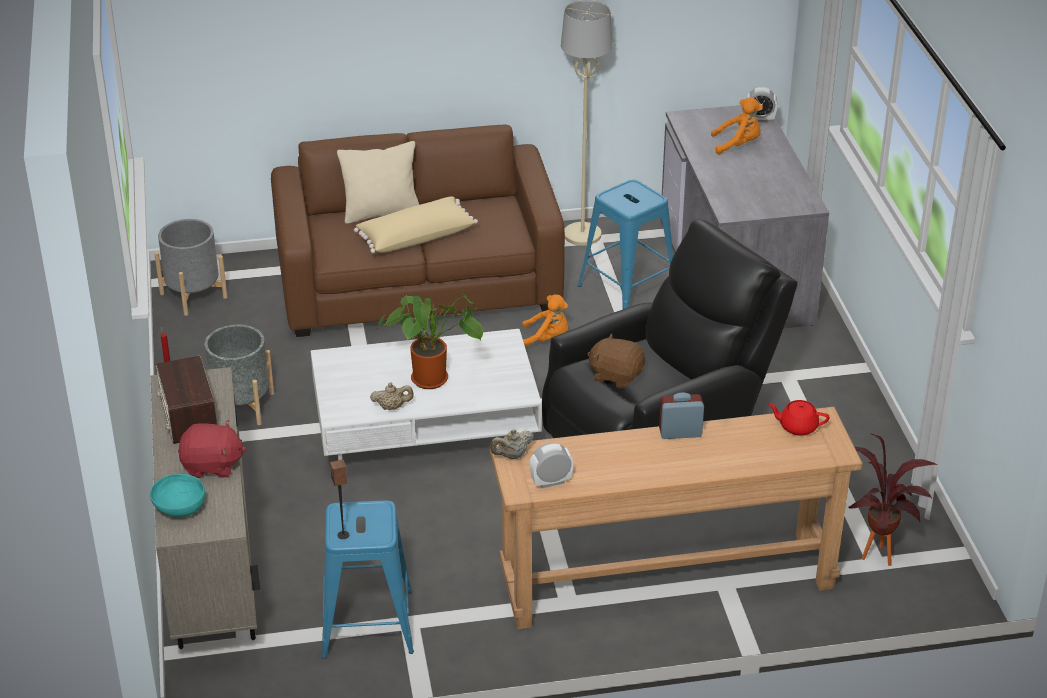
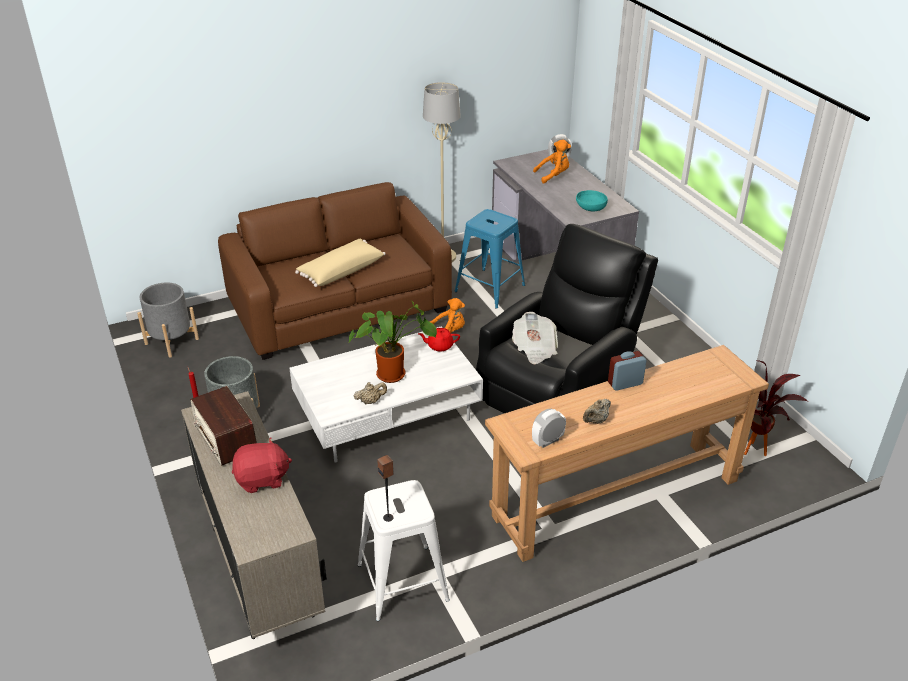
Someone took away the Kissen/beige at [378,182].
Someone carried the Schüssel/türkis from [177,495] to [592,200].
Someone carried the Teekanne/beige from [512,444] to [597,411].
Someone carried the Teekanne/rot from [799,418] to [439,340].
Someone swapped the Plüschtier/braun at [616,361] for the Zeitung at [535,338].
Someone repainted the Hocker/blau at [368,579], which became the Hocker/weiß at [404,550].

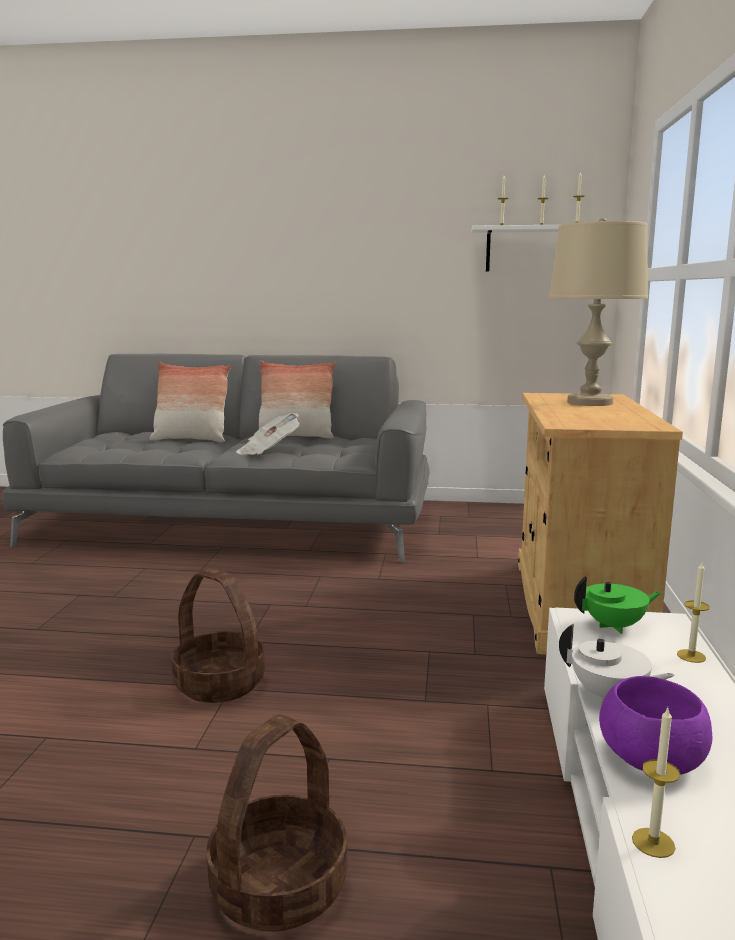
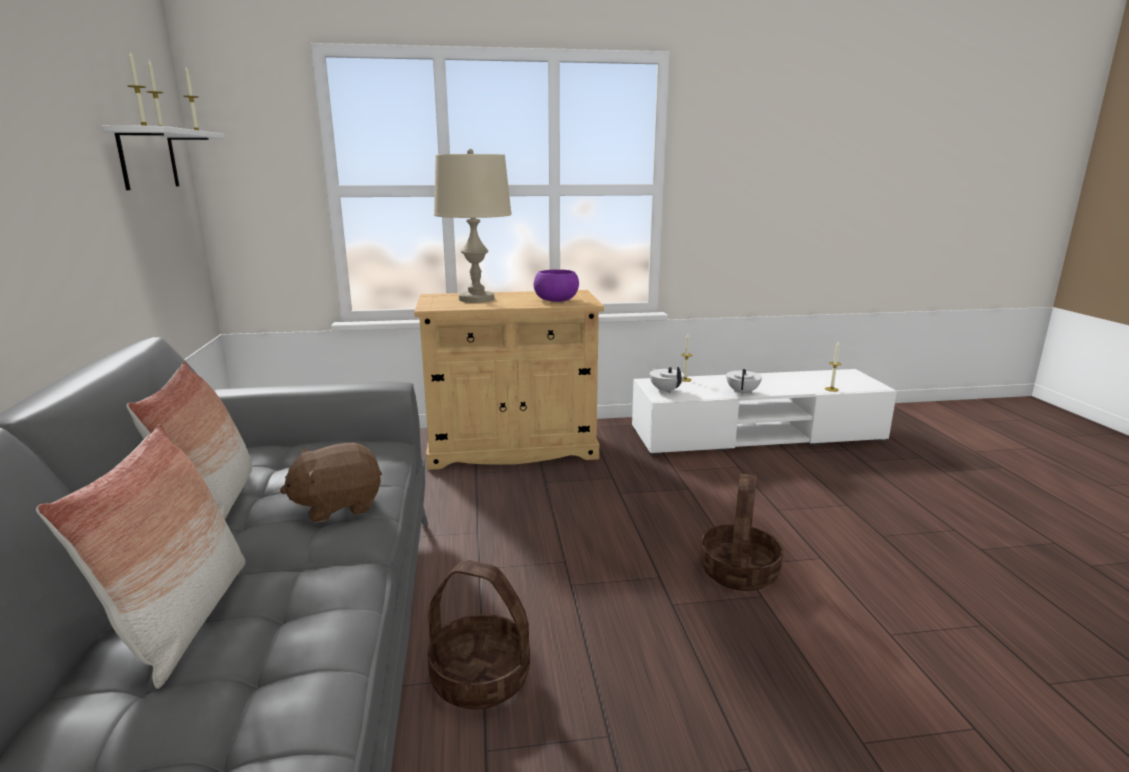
Someone carried the Korb from [276,823] to [479,634].
Someone carried the Schüssel/lila from [656,725] to [556,286].
Someone swapped the Zeitung at [268,434] for the Plüschtier/braun at [331,483].
Someone repainted the Teekanne/grün at [618,605], which became the Teekanne/weiß at [667,380].

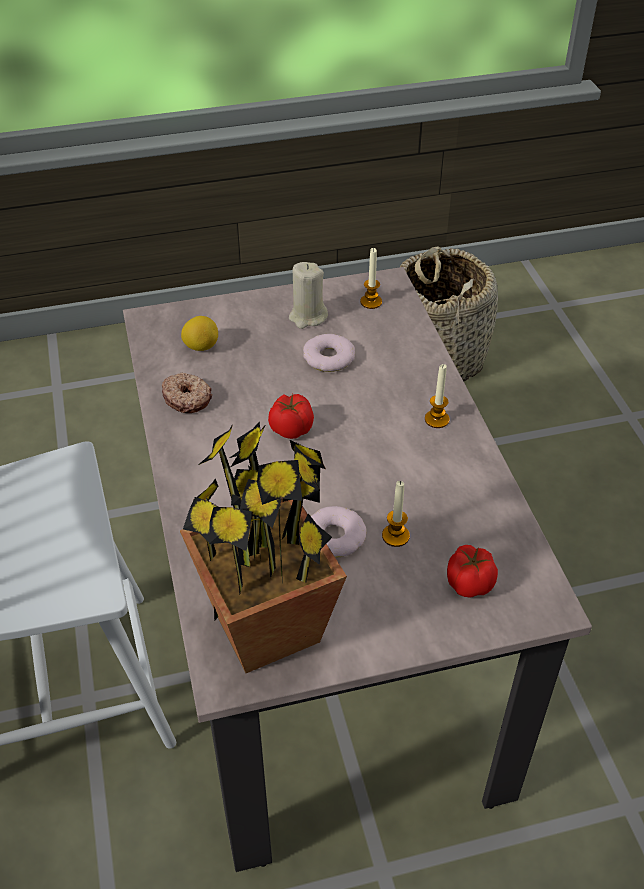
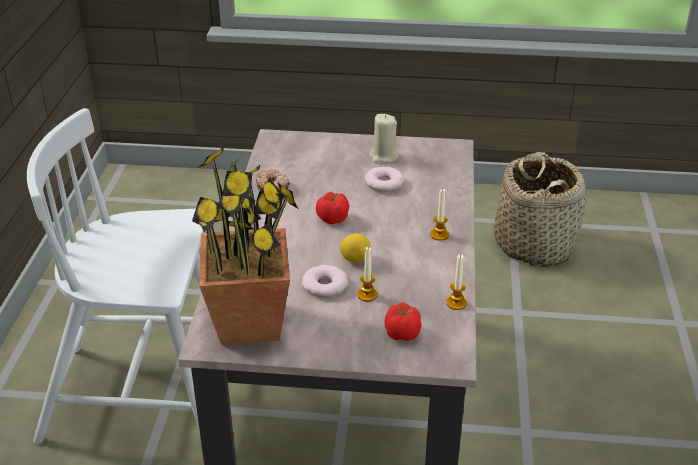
Someone carried the Zitrone from [199,333] to [355,247].
Someone carried the Kerze from [371,278] to [456,282].

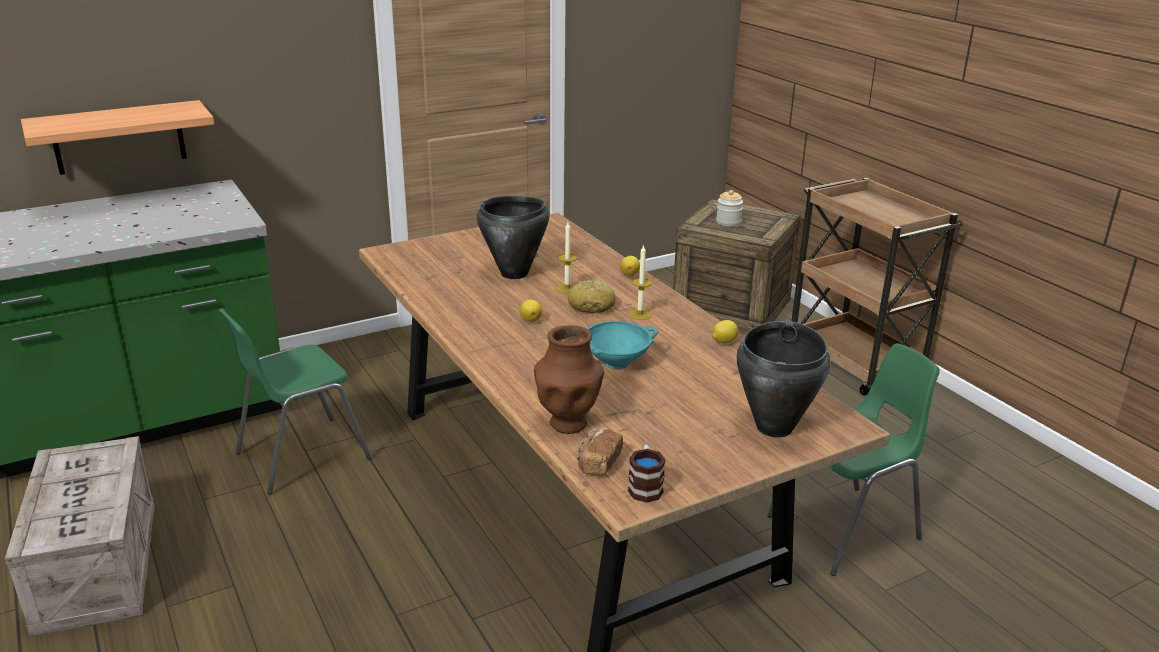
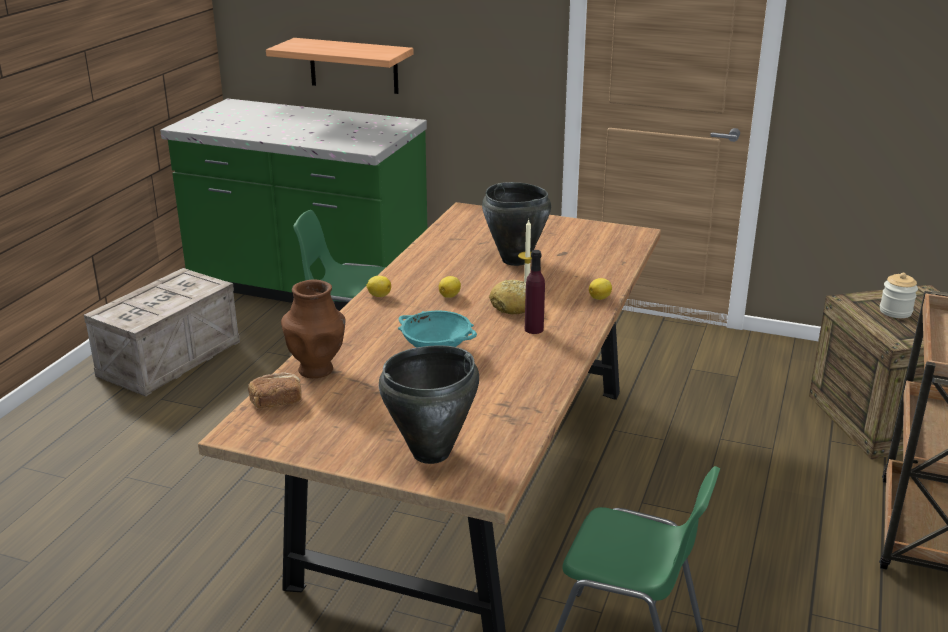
Someone took away the Henkelbecher at [647,474].
Someone carried the Zitrone from [725,332] to [378,286].
Someone swapped the Kerze at [640,282] for the Flasche/lila at [535,292].

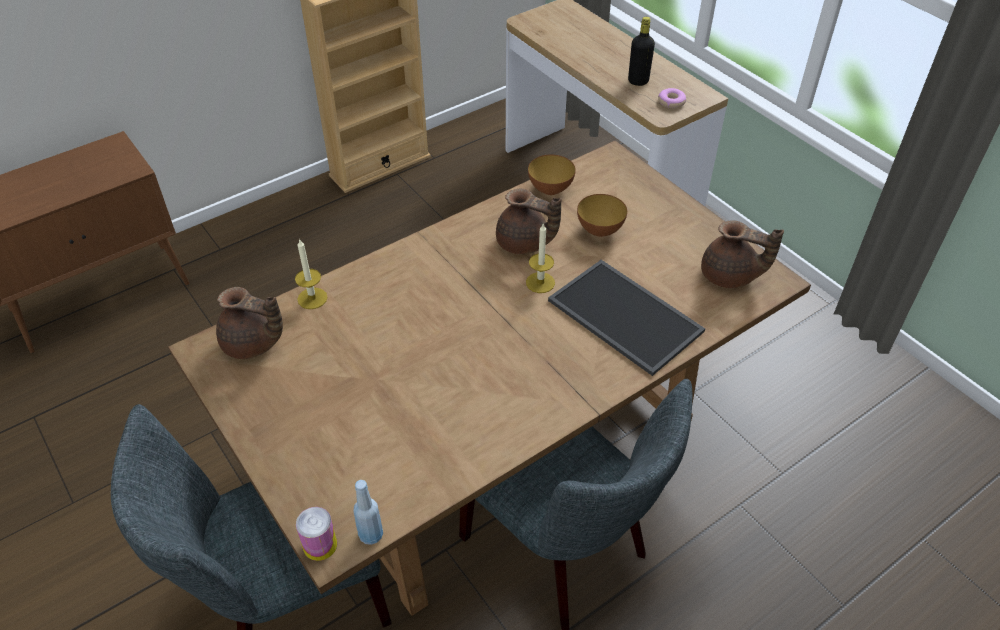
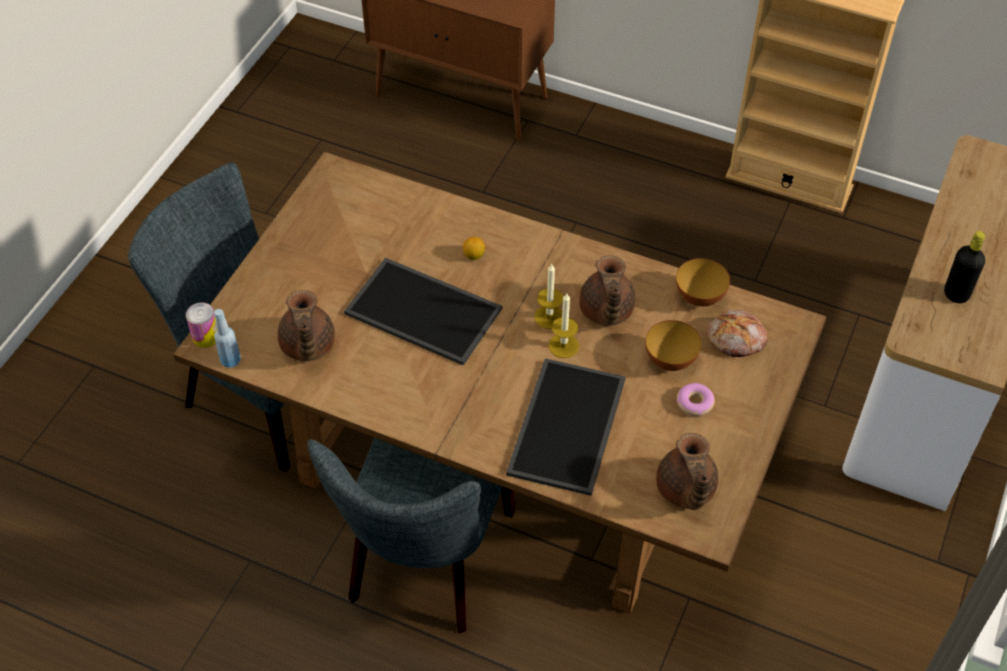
Someone put down the Tablett at [423,311].
Someone put down the Zitrone at [474,248].
Someone put down the Brot at [737,333].
Someone carried the Teekanne/braun from [249,323] to [306,325].
Someone carried the Kerze from [311,274] to [548,296].
Someone carried the Donut from [672,98] to [696,399].

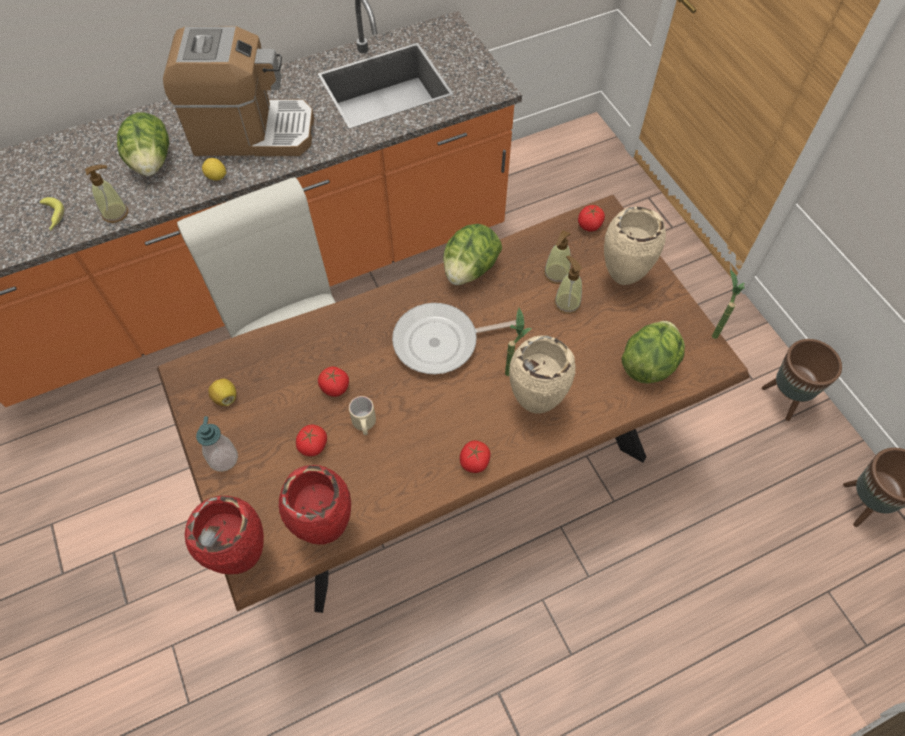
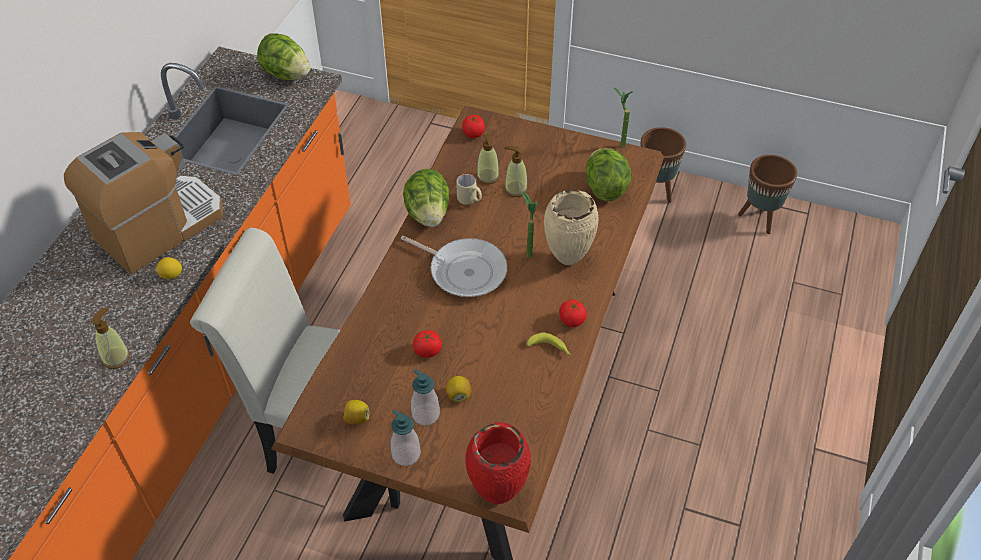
Someone took away the Vase/rot at [314,505].
Someone took away the Vase/beige at [635,246].
Someone put down the Seifenspender at [425,397].
Someone carried the Banane from [52,214] to [549,344].
Someone carried the Salatkopf from [143,144] to [283,56].
Someone carried the Henkelbecher/beige from [362,415] to [469,189].
Someone swapped the Tomate at [311,440] for the Zitrone at [458,389].
Someone rotated the Pfanne at [454,338] by 90 degrees counterclockwise.

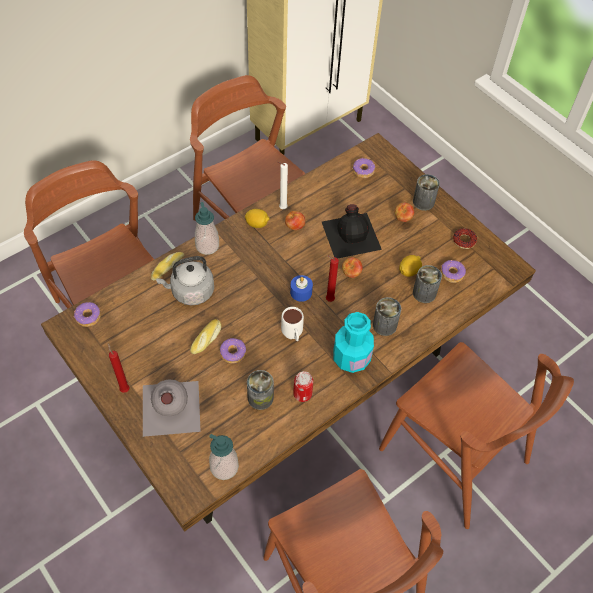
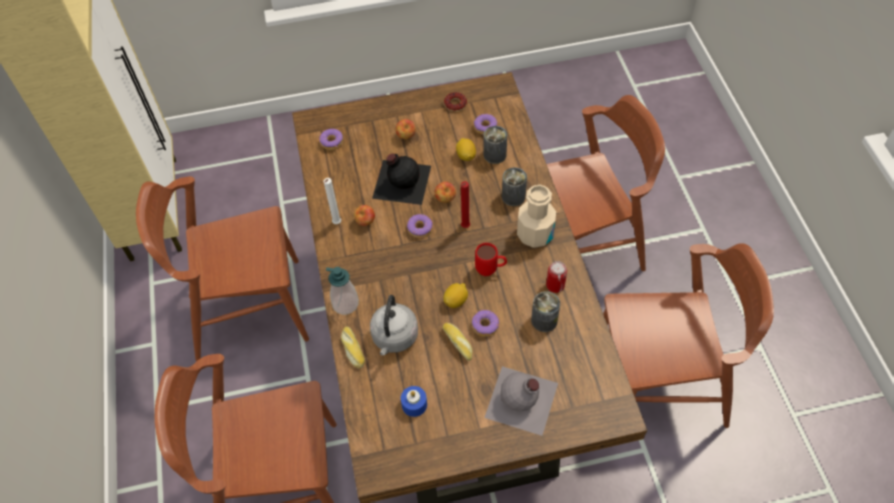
Someone took away the Kerze/rot at [119,368].
Someone took away the Seifenspender at [224,457].
Someone took away the Dose at [426,192].
Someone carried the Donut from [87,314] to [420,226].
Someone carried the Zitrone from [257,218] to [456,295].
Someone carried the Kerze/blau from [301,288] to [414,401].
Someone repainted the Henkelbecher/weiß at [292,324], which became the Henkelbecher/rot at [491,259].
Someone repainted the Flasche/türkis at [353,342], which became the Flasche/beige at [536,216].

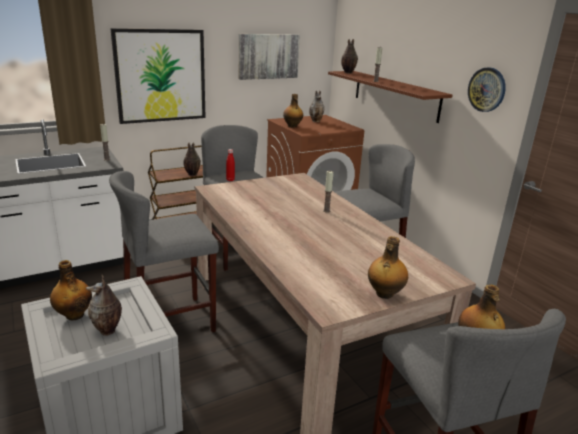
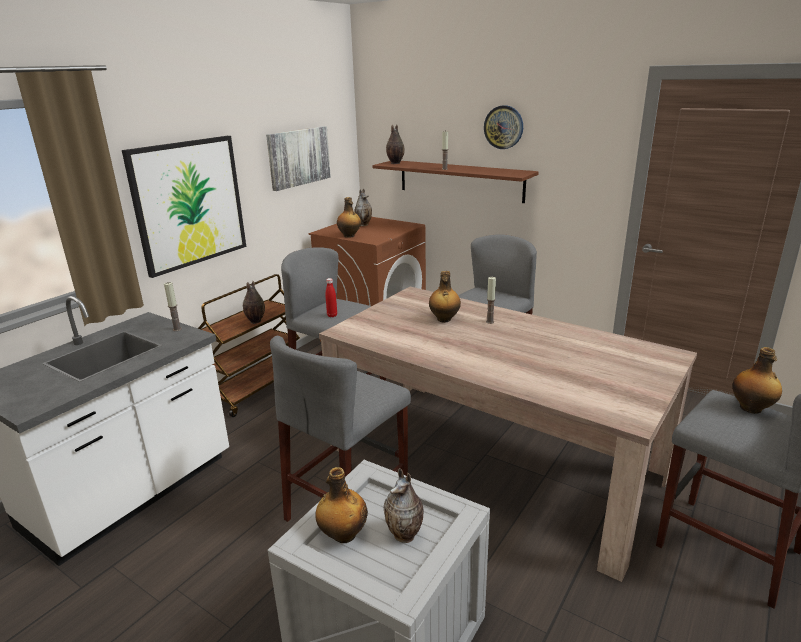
Someone carried the Flasche from [388,267] to [445,297].
Someone carried the Wanduhr from [487,89] to [503,127].

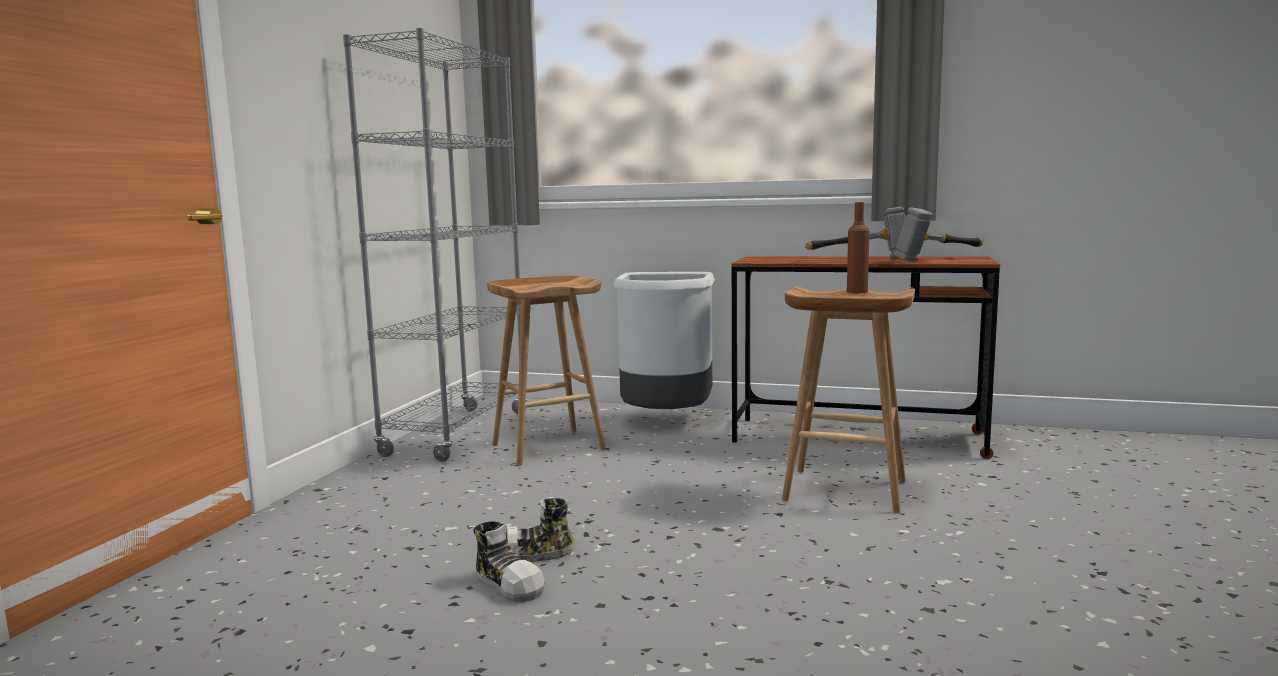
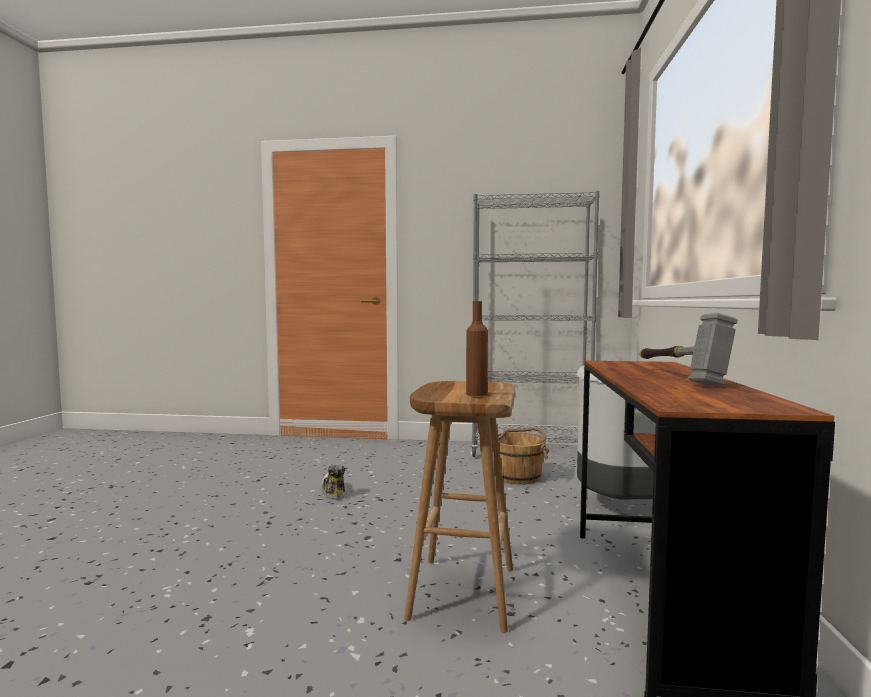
Someone took away the Schuh at [509,561].
Someone took away the Hammer at [939,234].
Someone swapped the Hocker/braun at [546,371] for the Eimer/braun at [523,455].

